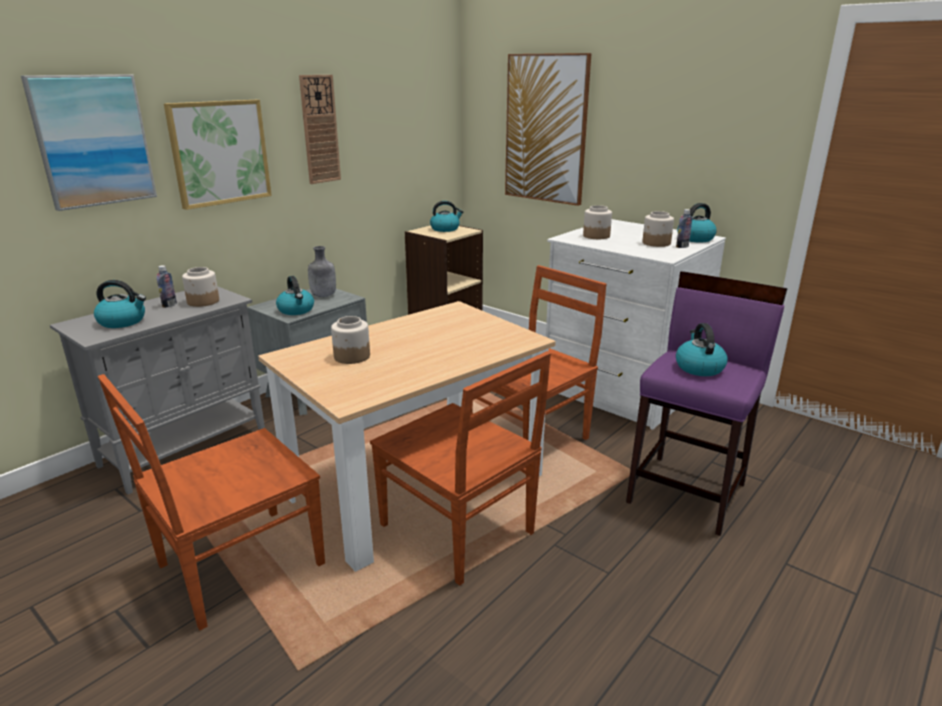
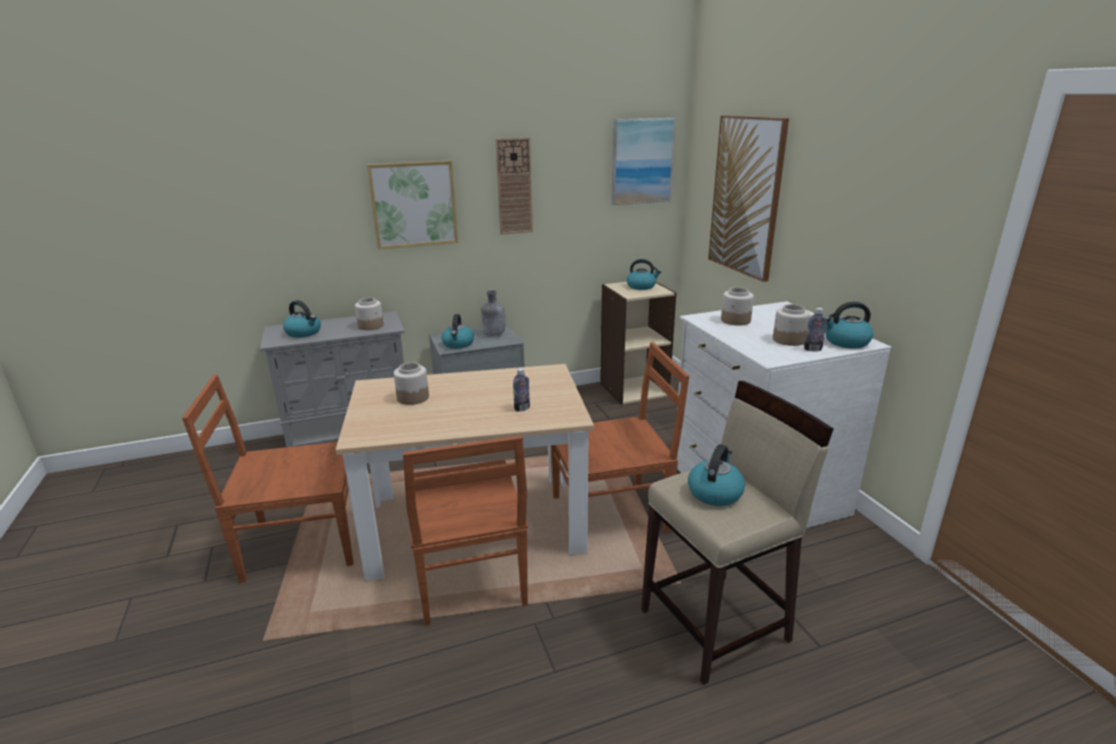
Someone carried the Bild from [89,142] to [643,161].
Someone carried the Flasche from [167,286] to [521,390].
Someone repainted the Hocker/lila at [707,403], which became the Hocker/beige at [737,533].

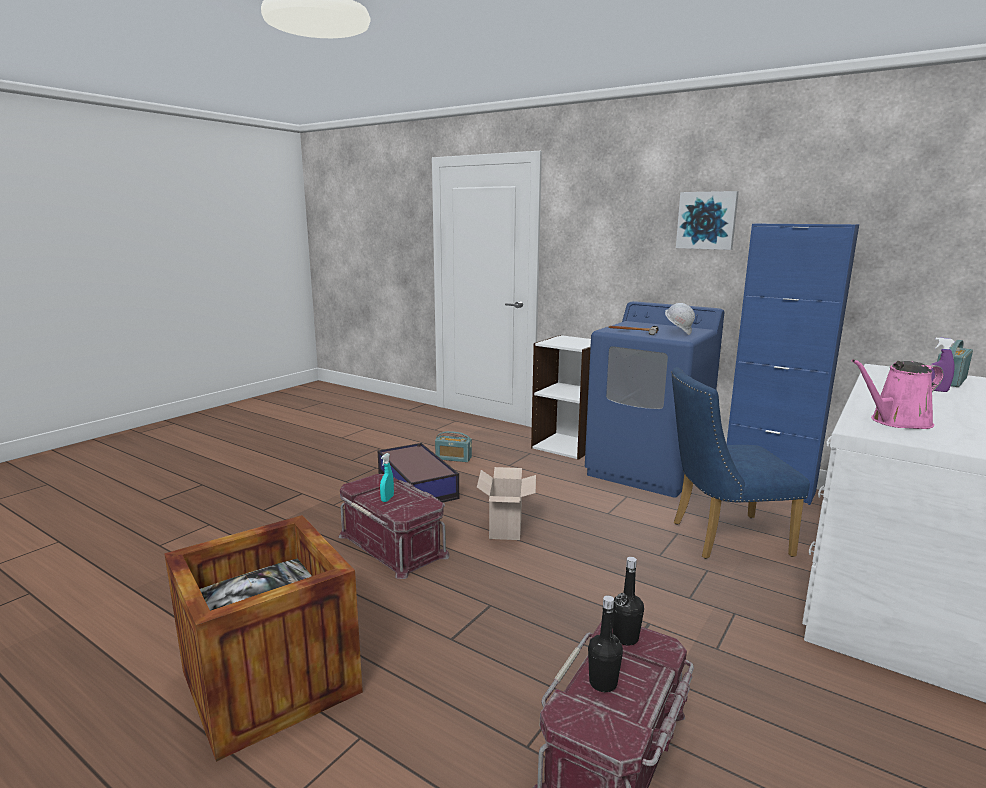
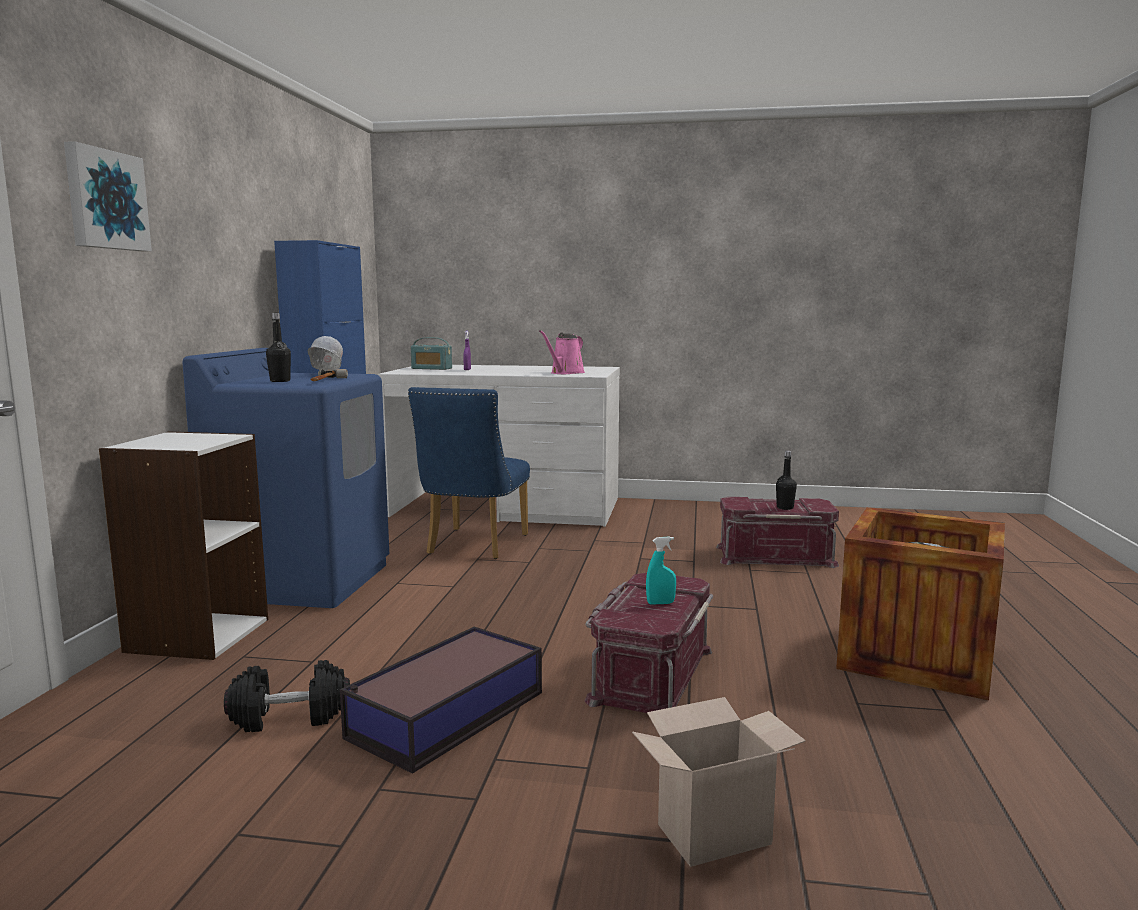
Someone carried the Karton from [506,503] to [719,782].
Someone carried the Flasche/schwarz from [628,601] to [278,347].
Someone carried the Bild from [707,220] to [108,196].
Someone swapped the Radio at [453,446] for the Hantel/schwarz at [287,696].
Someone rotated the Stuhl/blau at [740,463] by 45 degrees clockwise.
Someone rotated the Gießkanne/rosa at [898,394] by 75 degrees clockwise.

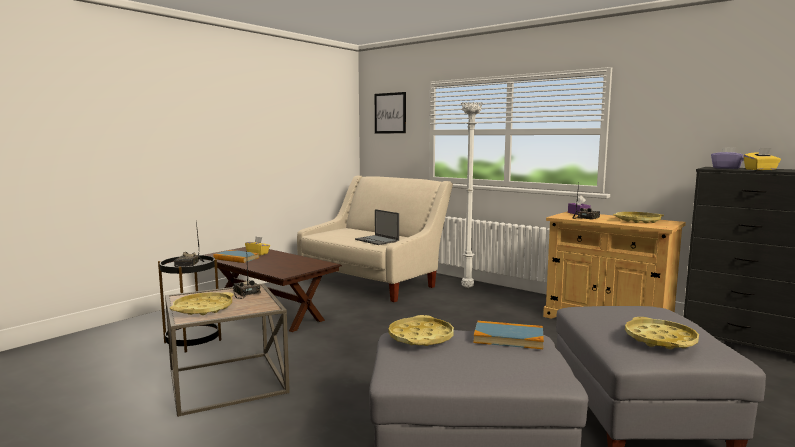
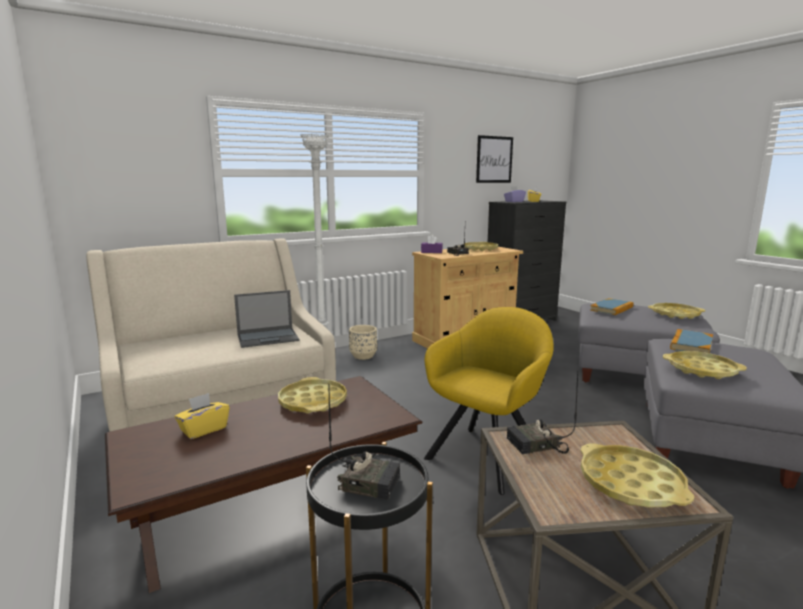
Someone put down the Tablett/gelb at [312,395].
Someone put down the Pflanzkübel/beige at [363,342].
Someone put down the Sessel/gelb at [489,401].
Someone carried the Buch from [236,256] to [611,306].
Someone carried the Bild from [390,112] to [494,159].

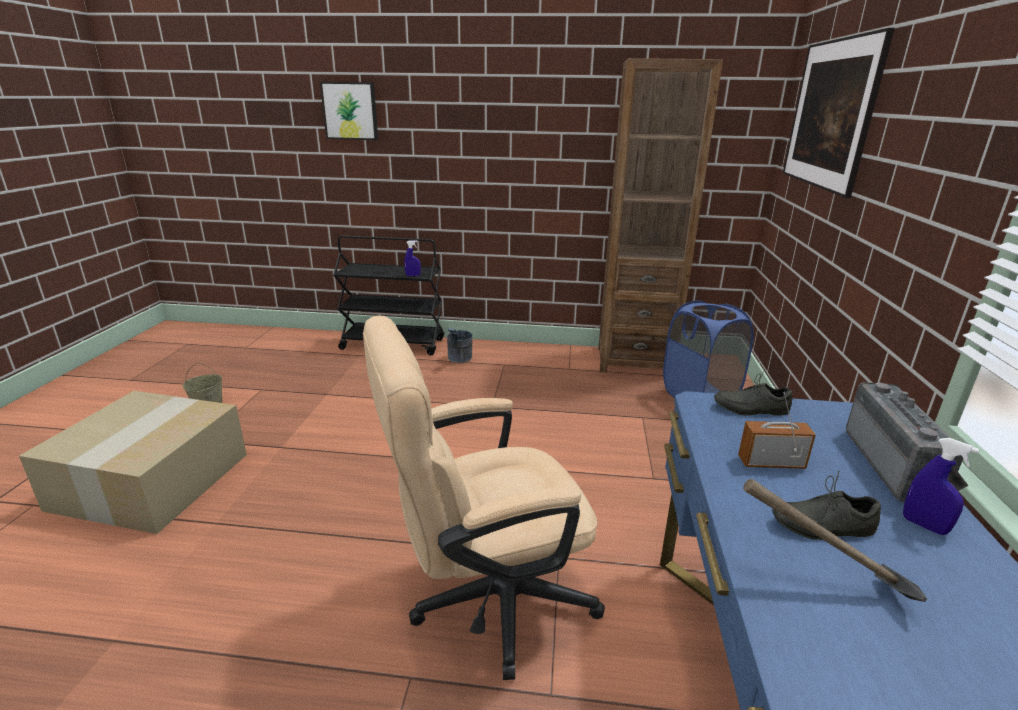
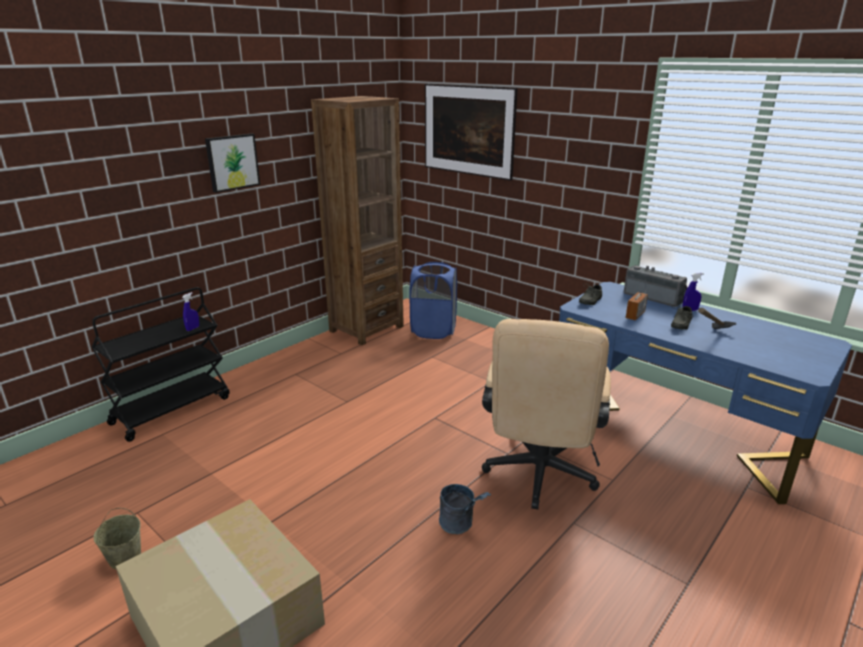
Someone carried the Bild from [349,111] to [232,163].
Someone carried the Eimer/grau from [460,345] to [465,509].

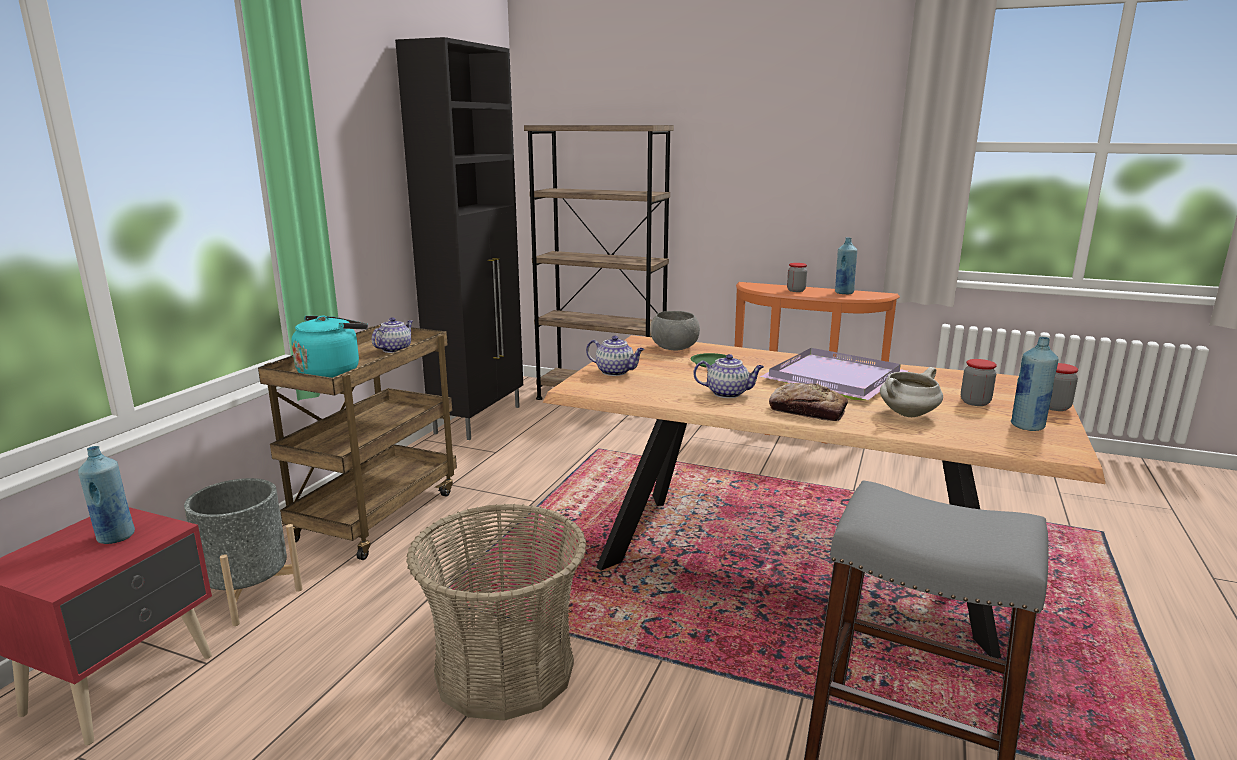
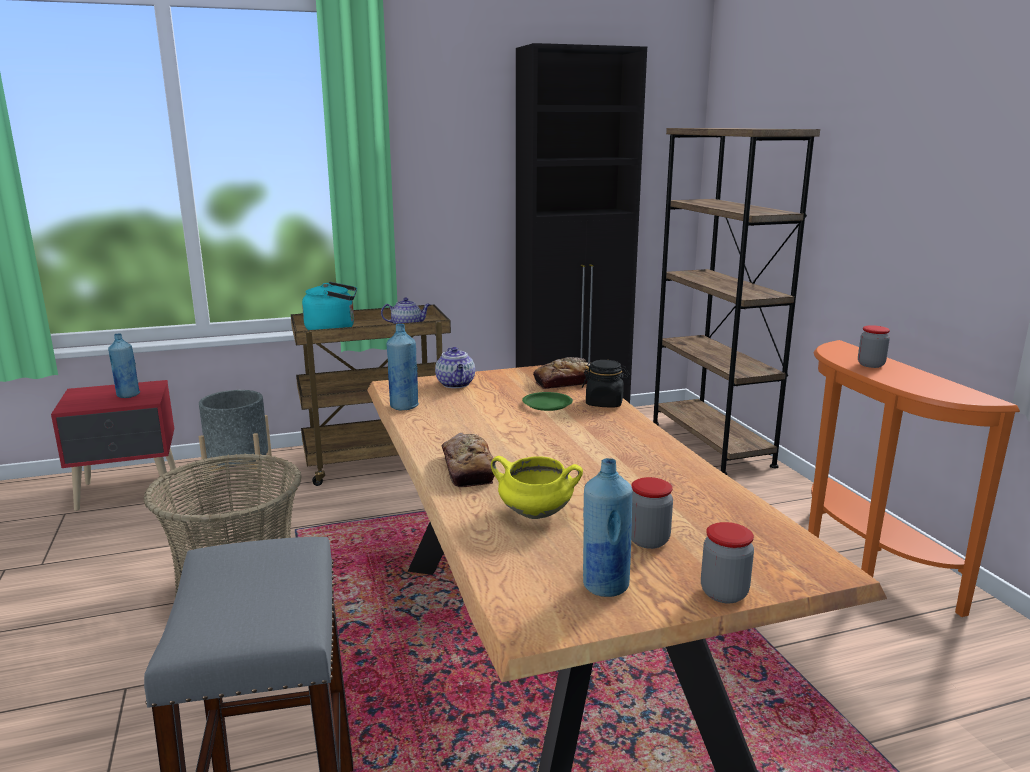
Someone took away the Teekanne at [728,376].
Someone took away the Tablett/lila at [834,374].
Someone put down the Vorratsglas/schwarz at [606,383].
Someone carried the Flasche/blau from [846,265] to [403,367].
Someone swapped the Schüssel/grau at [675,331] for the Brot at [561,373].
Someone repainted the Kochtopf/weiß at [911,392], which became the Kochtopf/gelb at [537,487].

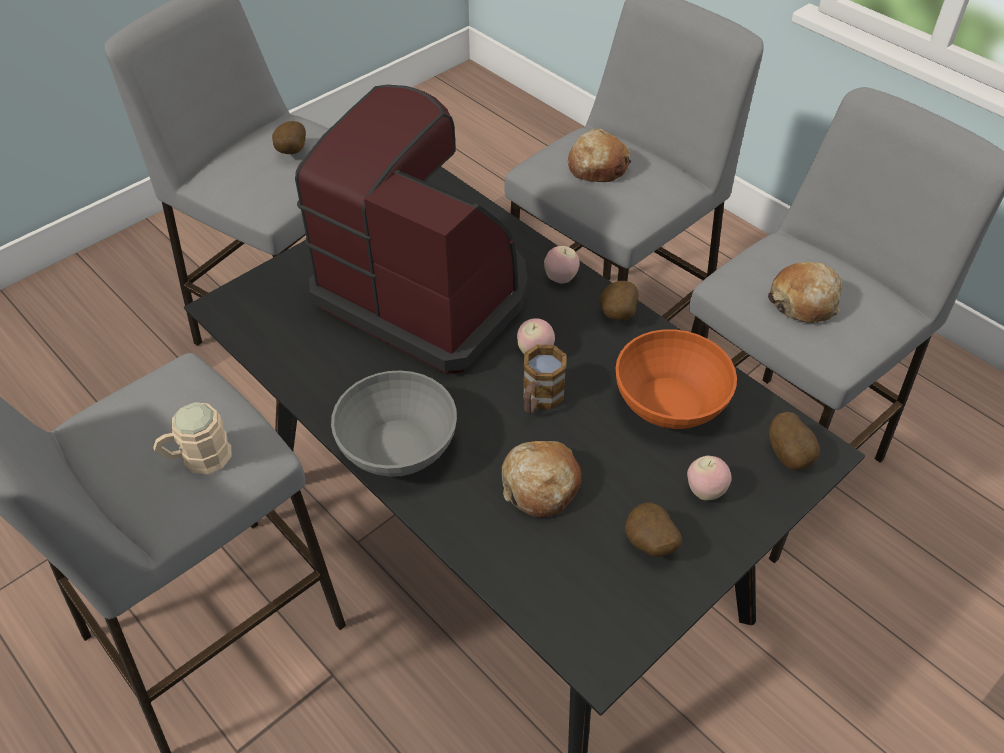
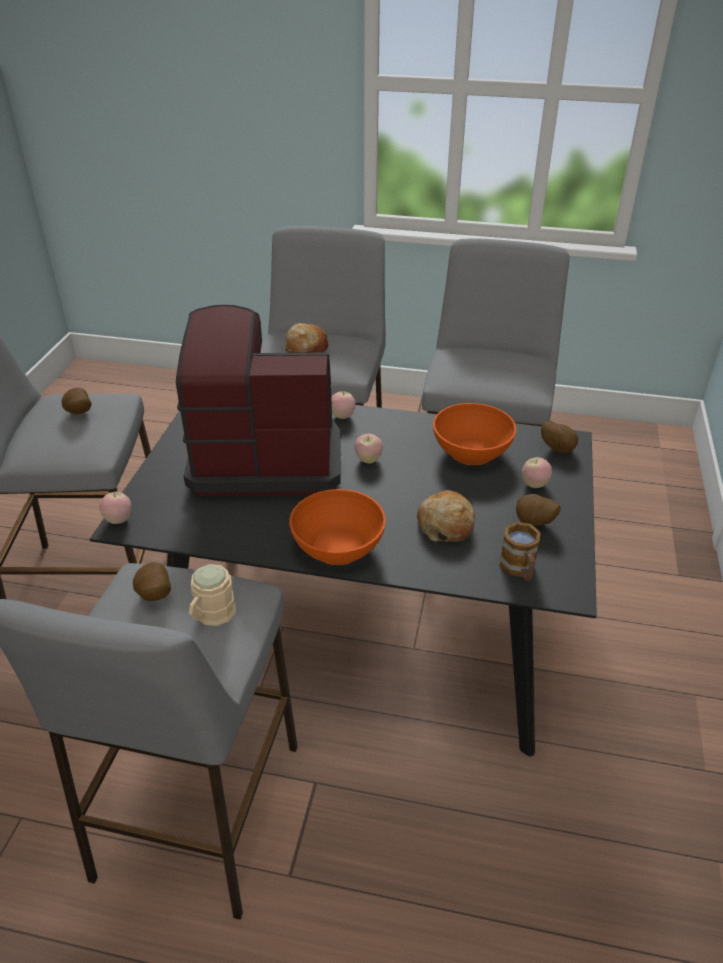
Someone took away the Brot at [805,292].
Someone put down the Apfel at [115,508].
Someone carried the Henkelbecher from [545,379] to [520,551].
Someone carried the Kartoffel from [619,301] to [152,581].
Someone repainted the Schüssel/grau at [394,423], which became the Schüssel/orange at [337,527].

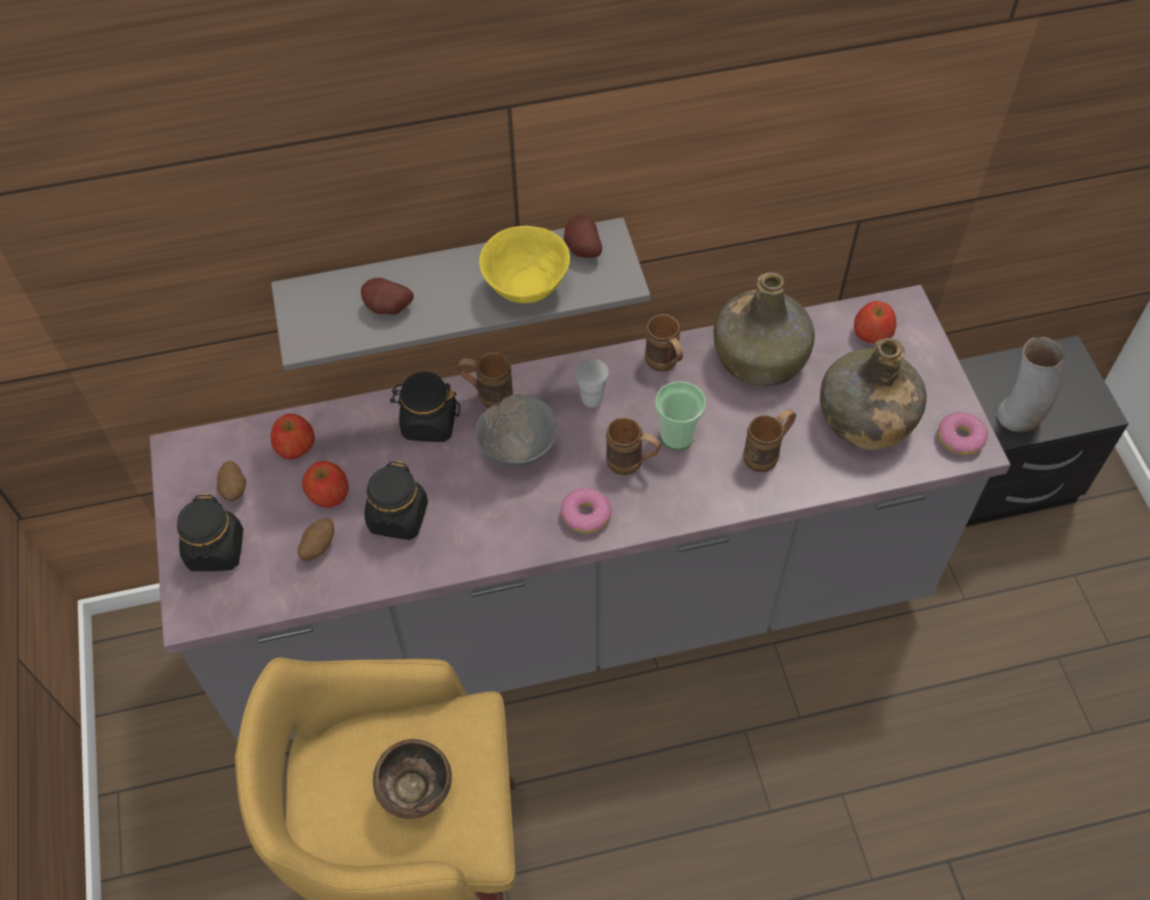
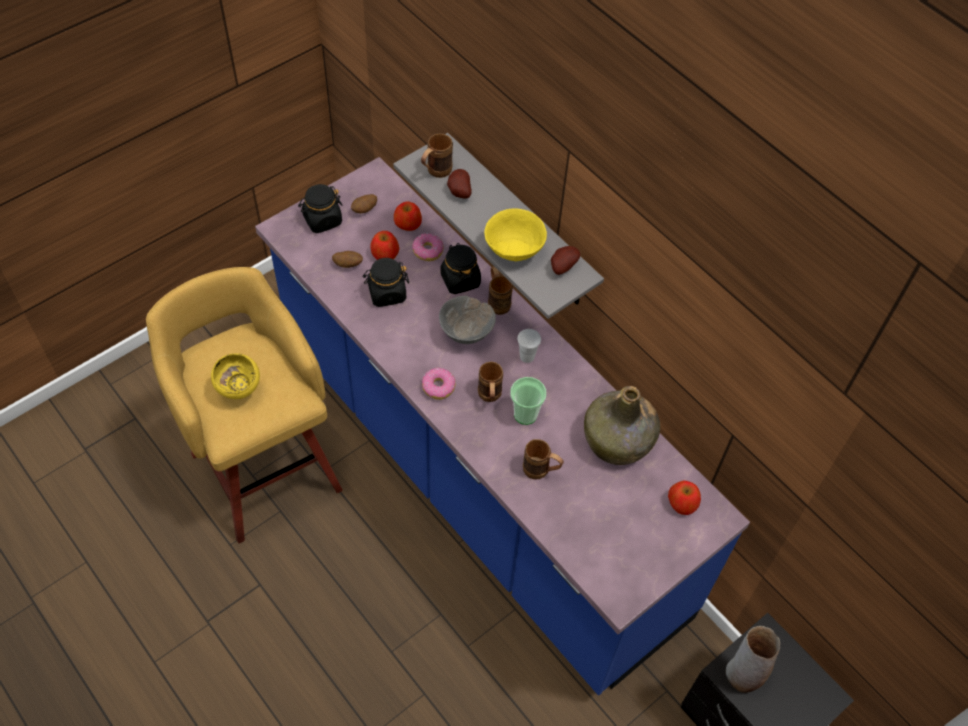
Someone took away the Flasche/grün at [873,394].
Someone carried the Henkelbecher/braun from [664,343] to [437,156].
Someone carried the Donut from [963,433] to [428,247].
Someone repainted the Küchenzeile/grau at [580,513], which became the Küchenzeile/blau at [502,426].
Someone repainted the Schüssel/braun at [412,779], which became the Schüssel/gelb at [235,376].

